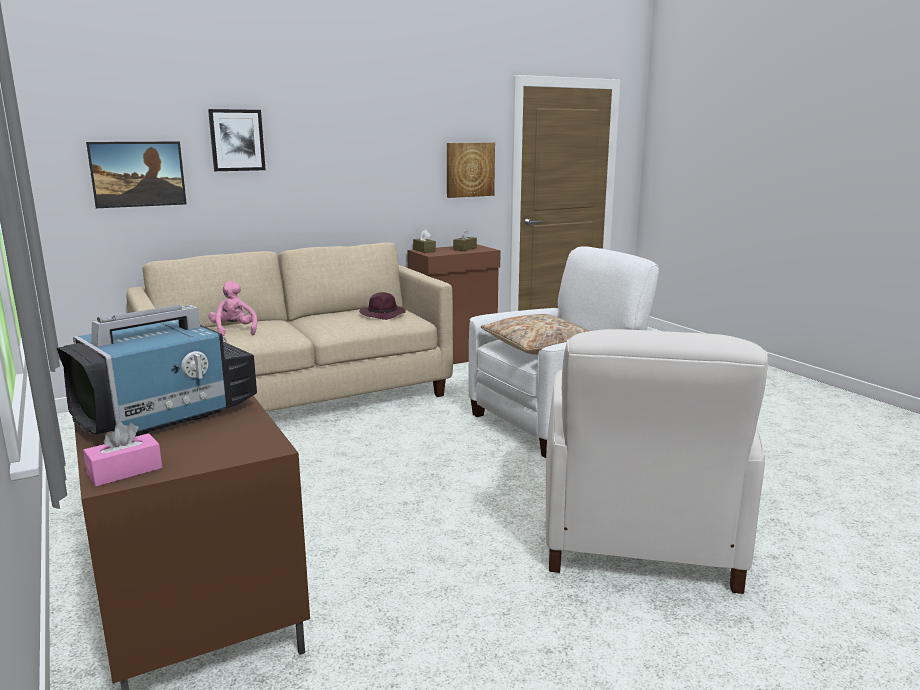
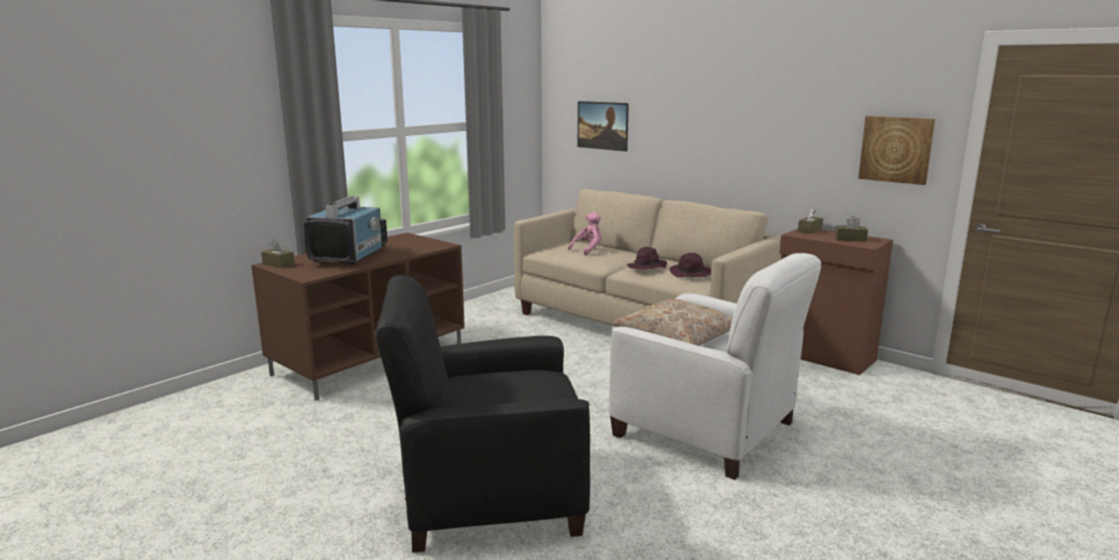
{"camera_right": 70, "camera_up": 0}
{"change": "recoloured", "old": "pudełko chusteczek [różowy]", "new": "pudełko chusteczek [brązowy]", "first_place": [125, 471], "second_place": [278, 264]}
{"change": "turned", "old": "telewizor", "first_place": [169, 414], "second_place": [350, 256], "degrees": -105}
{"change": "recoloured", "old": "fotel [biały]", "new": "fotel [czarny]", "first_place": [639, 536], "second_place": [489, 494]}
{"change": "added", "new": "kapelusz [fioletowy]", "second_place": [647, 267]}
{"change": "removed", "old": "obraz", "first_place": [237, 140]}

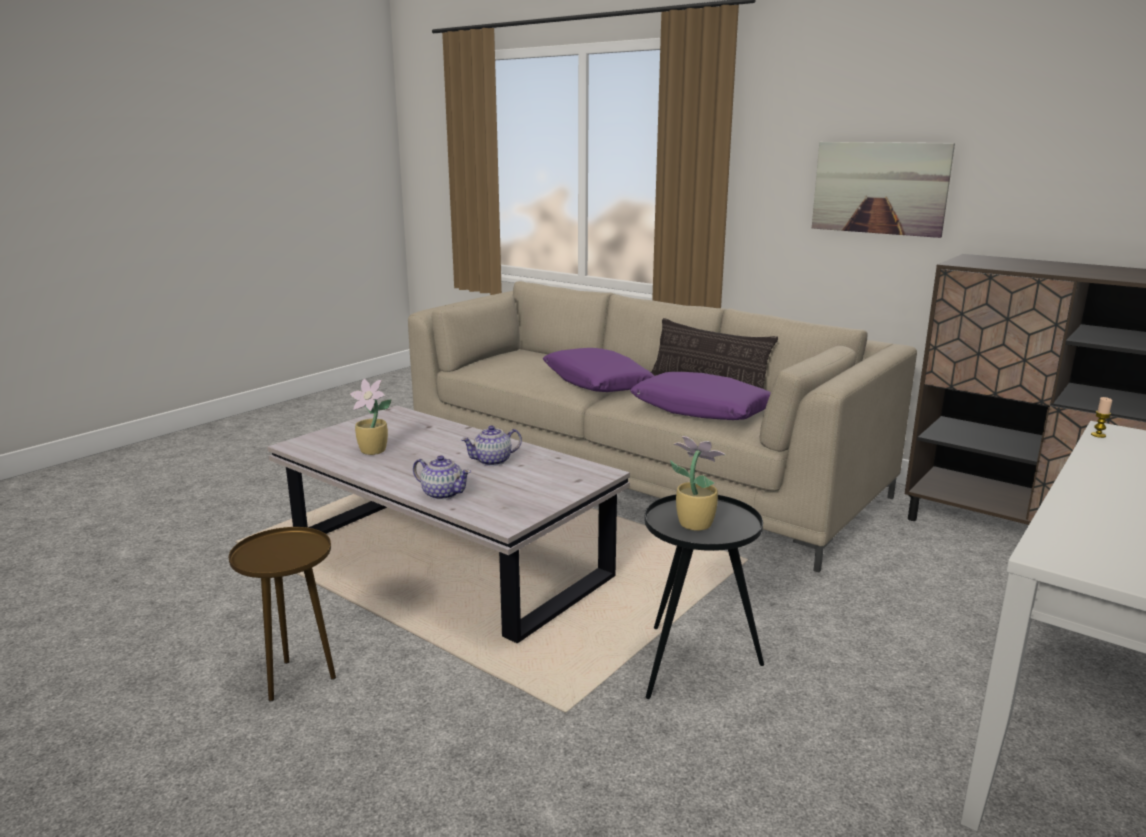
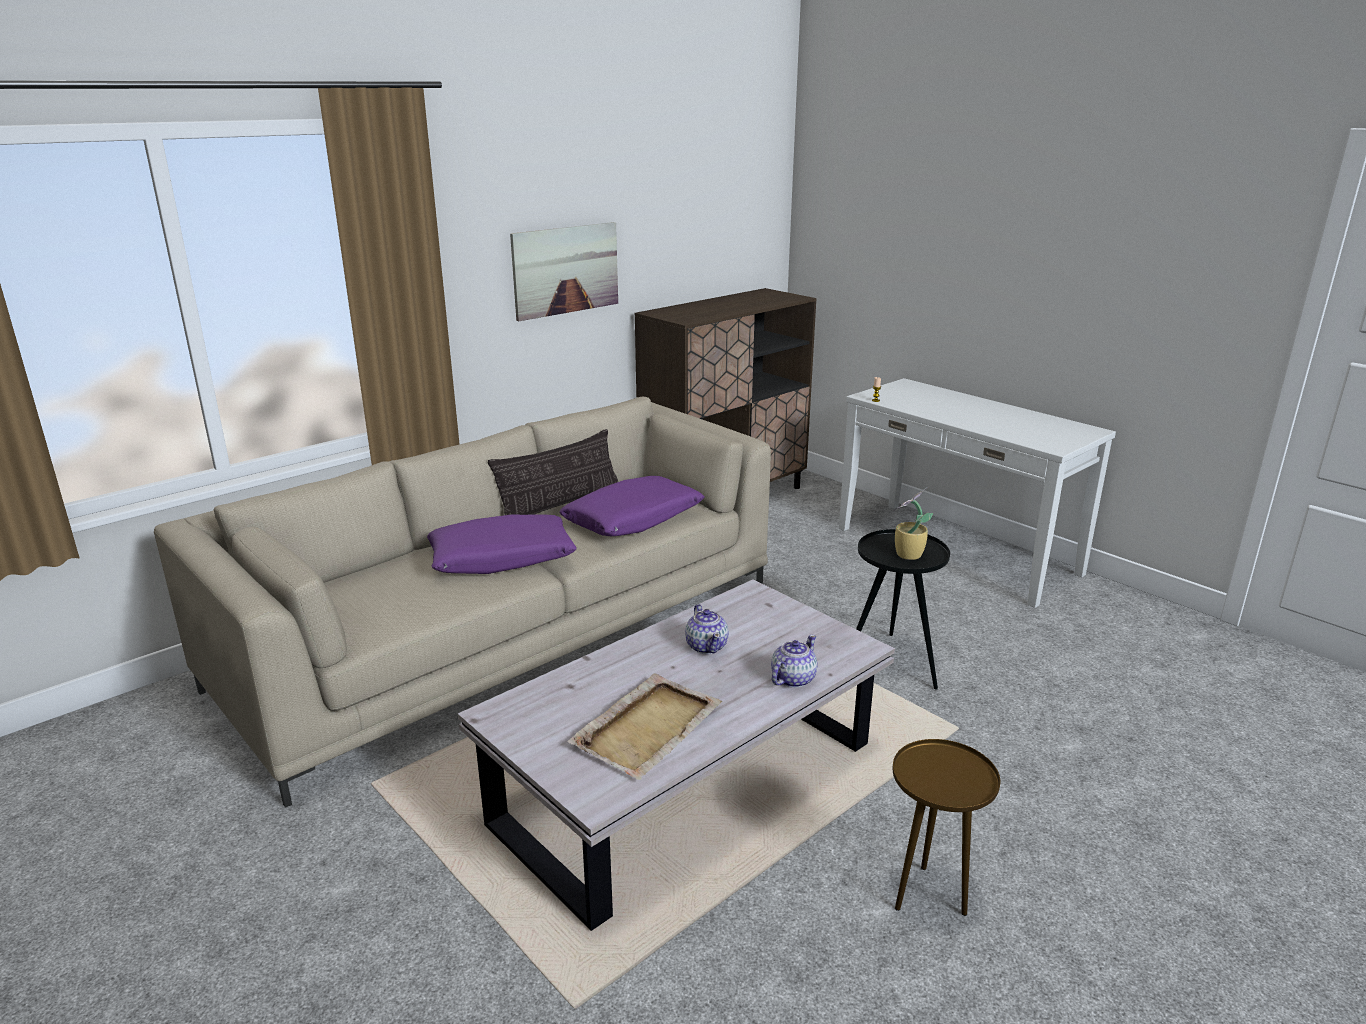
{"camera_right": -80, "camera_up": 5}
{"change": "replaced", "old": "roślina doniczkowa", "new": "taca [beżowy]", "first_place": [374, 451], "second_place": [648, 727]}

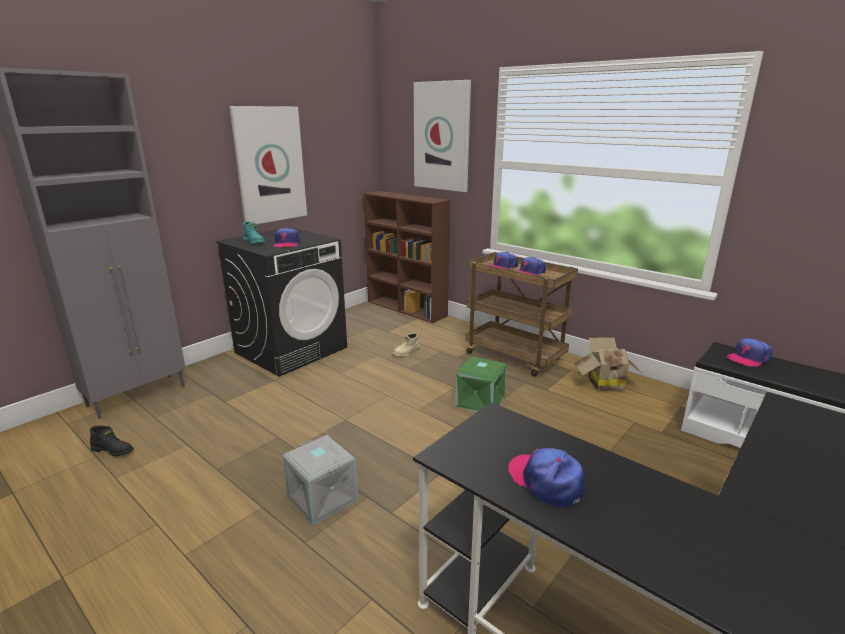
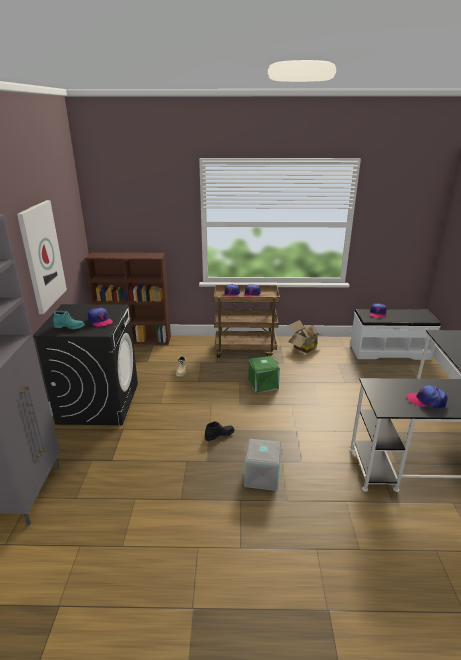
{"camera_right": -40, "camera_up": 5}
{"change": "moved", "old": "but z cholewką [czarny]", "first_place": [113, 450], "second_place": [219, 434]}
{"change": "removed", "old": "obraz", "first_place": [442, 136]}

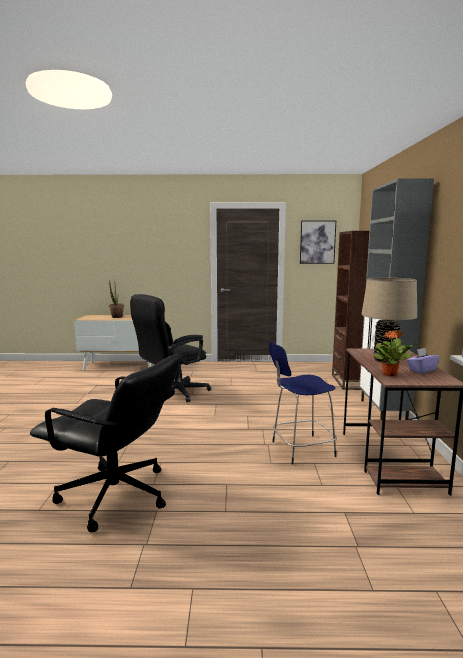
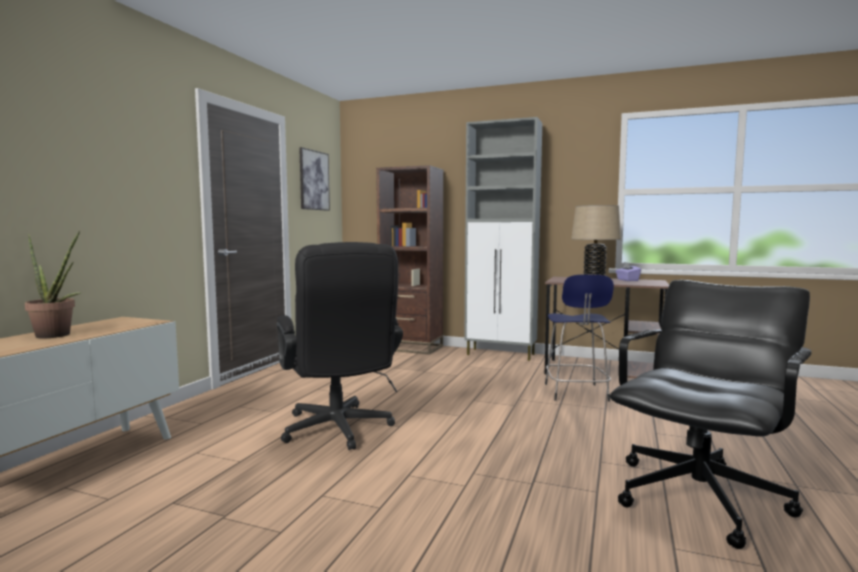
{"camera_right": -70, "camera_up": -5}
{"change": "removed", "old": "roślina doniczkowa", "first_place": [390, 374]}

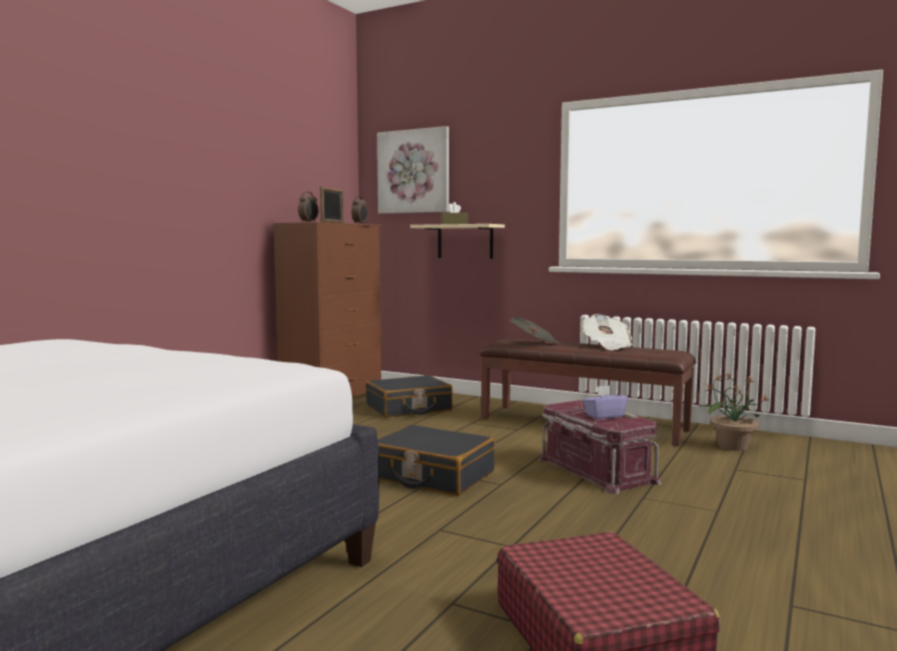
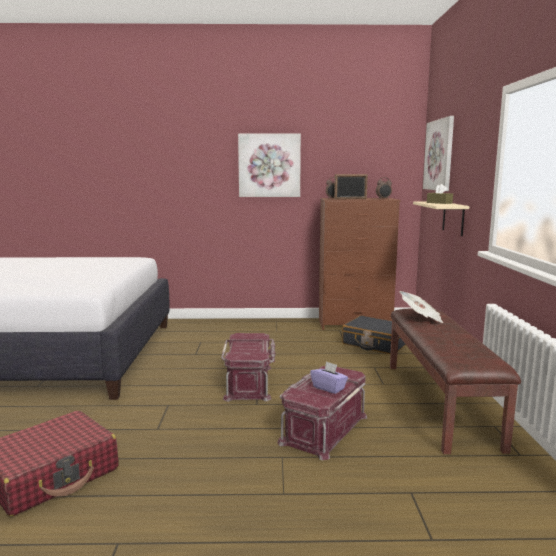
{"camera_right": 60, "camera_up": 5}
{"change": "replaced", "old": "walizka [czarny]", "new": "pojemnik do przechowywania [czerwony]", "first_place": [432, 476], "second_place": [250, 383]}
{"change": "added", "new": "obraz", "second_place": [269, 165]}
{"change": "removed", "old": "gazeta", "first_place": [607, 346]}
{"change": "removed", "old": "roślina doniczkowa", "first_place": [731, 446]}

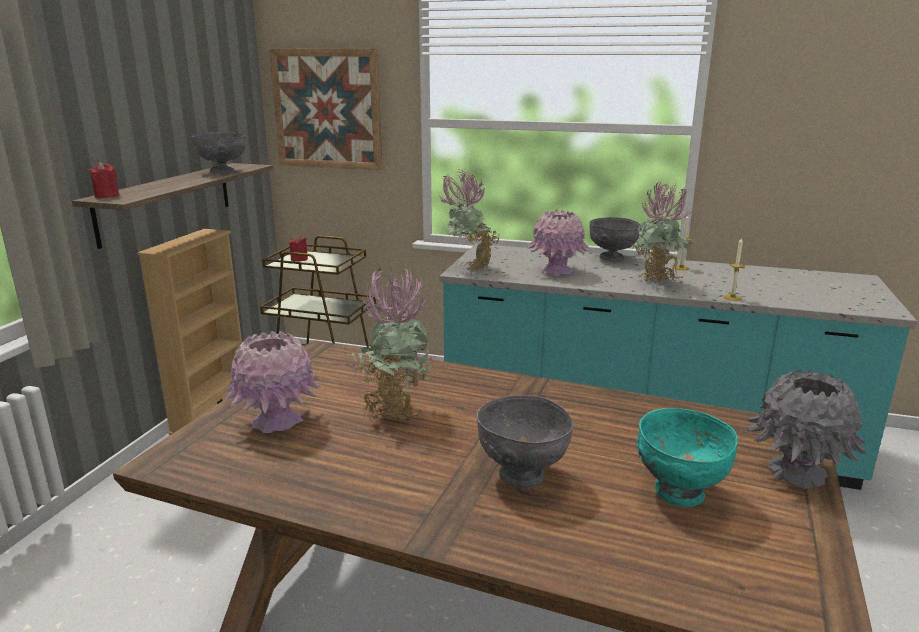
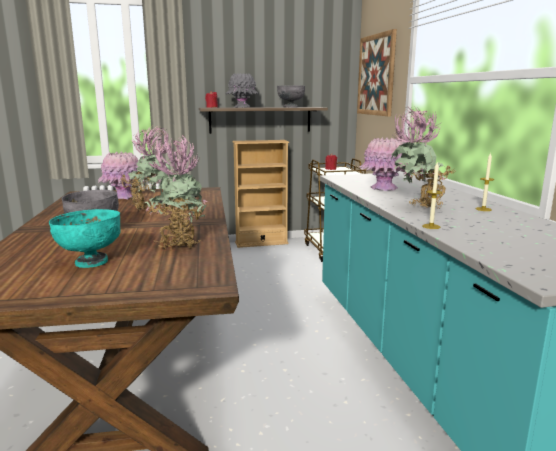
{"camera_right": 60, "camera_up": -5}
{"change": "moved", "old": "roślina doniczkowa", "first_place": [468, 268], "second_place": [179, 243]}
{"change": "moved", "old": "wazon [szary]", "first_place": [796, 472], "second_place": [242, 107]}
{"change": "removed", "old": "miska [szary]", "first_place": [612, 259]}

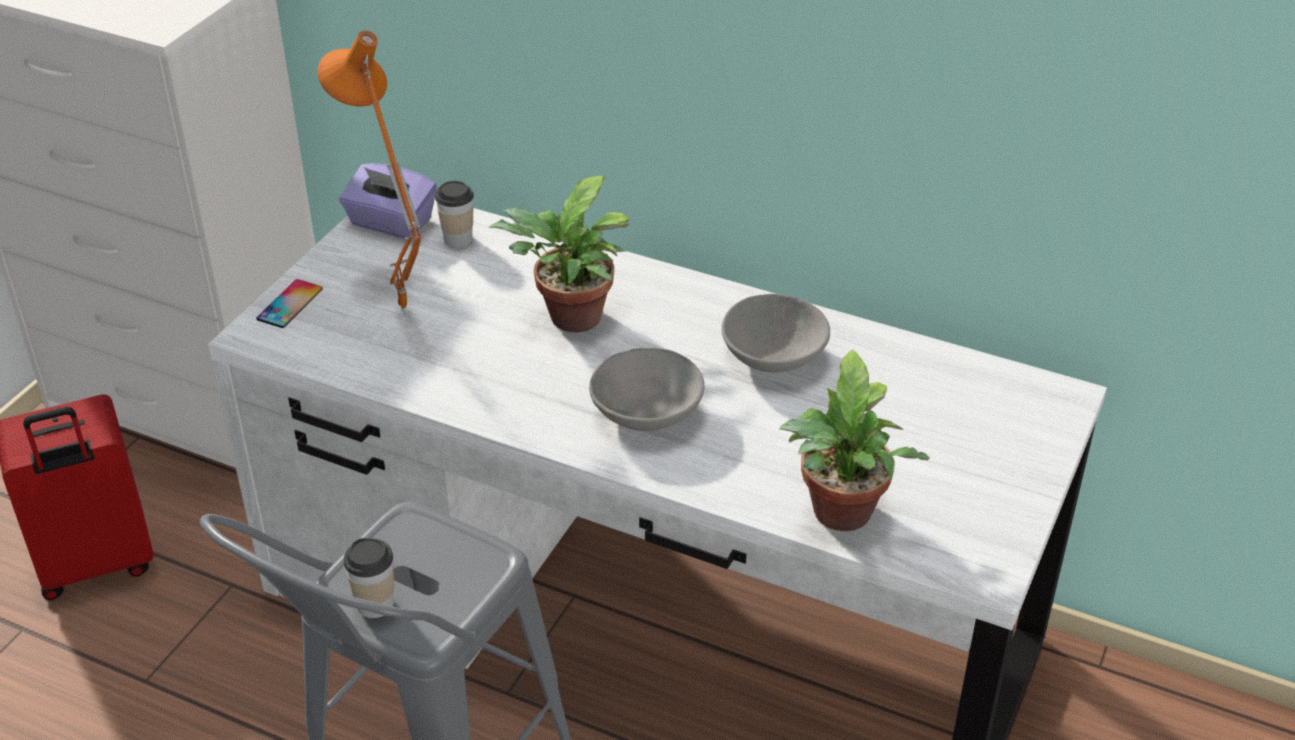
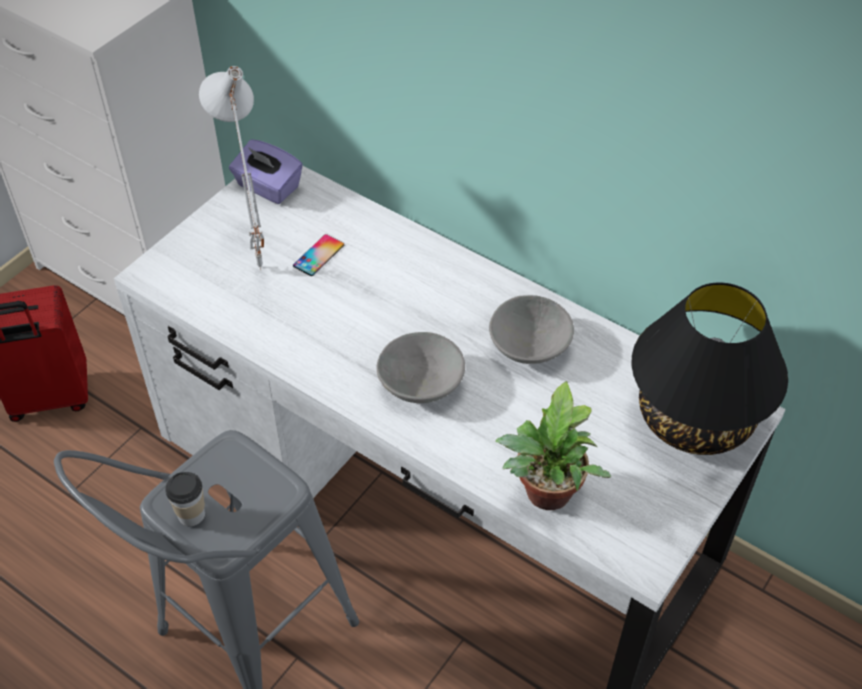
{"camera_right": 10, "camera_up": 10}
{"change": "recoloured", "old": "lampa stołowa [pomarańczowy]", "new": "lampa stołowa [biały]", "first_place": [397, 312], "second_place": [256, 268]}
{"change": "moved", "old": "telefon", "first_place": [290, 304], "second_place": [318, 255]}
{"change": "added", "new": "lampa stołowa [czarny]", "second_place": [694, 417]}
{"change": "removed", "old": "filiżanka", "first_place": [458, 239]}
{"change": "removed", "old": "roślina doniczkowa", "first_place": [570, 320]}

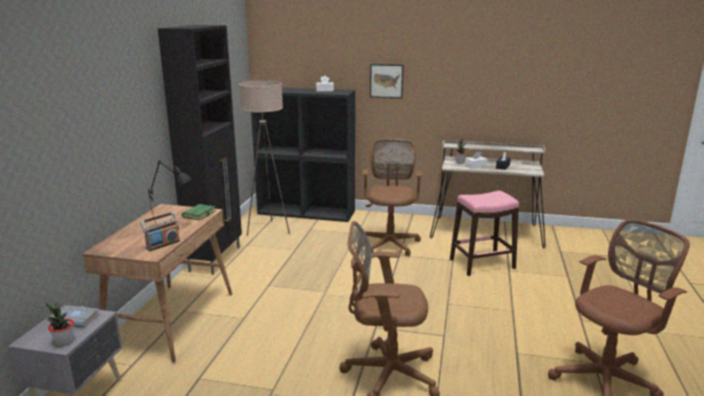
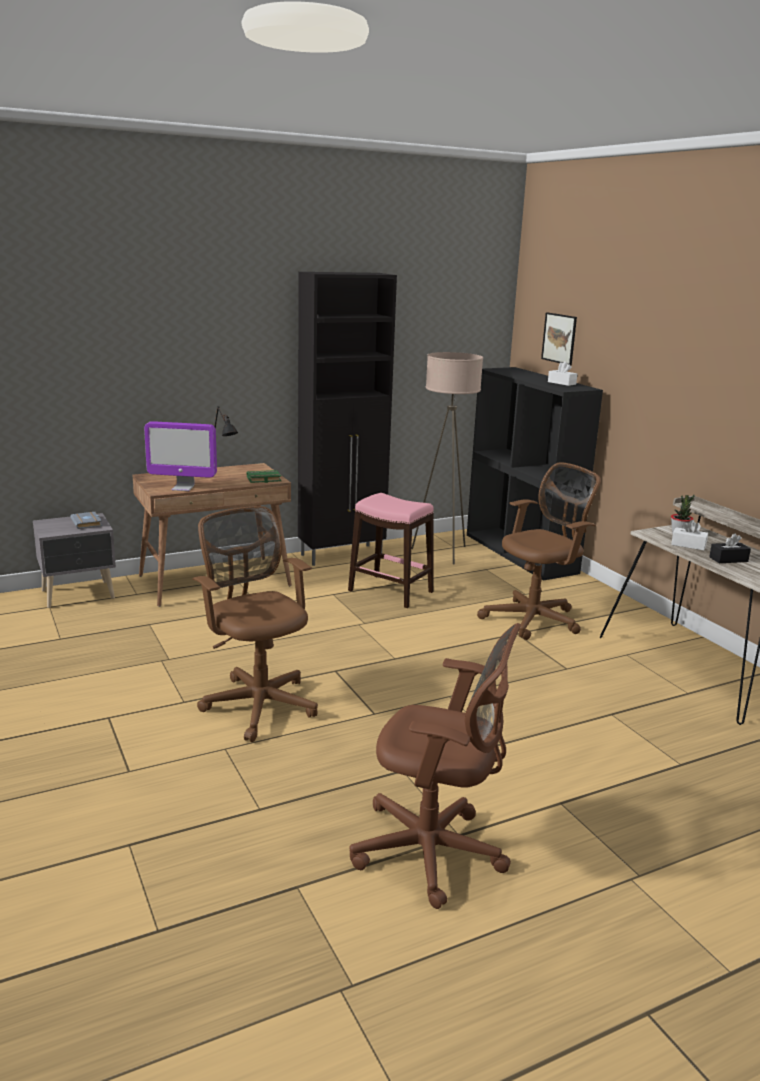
{"camera_right": 50, "camera_up": 0}
{"change": "replaced", "old": "radio", "new": "monitor", "first_place": [163, 244], "second_place": [183, 488]}
{"change": "moved", "old": "stołek [różowy]", "first_place": [482, 264], "second_place": [390, 591]}
{"change": "moved", "old": "obraz", "first_place": [386, 81], "second_place": [559, 338]}
{"change": "removed", "old": "roślina doniczkowa", "first_place": [64, 342]}

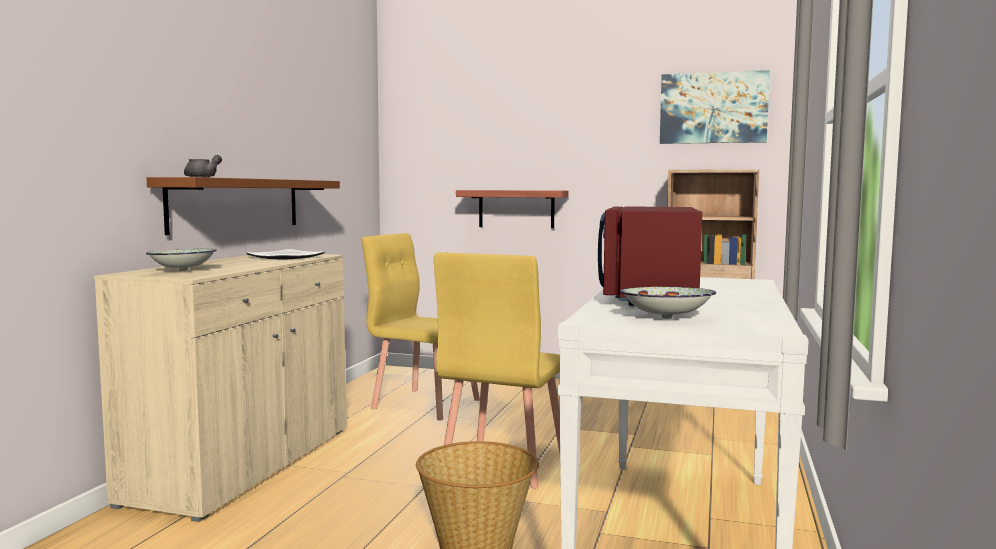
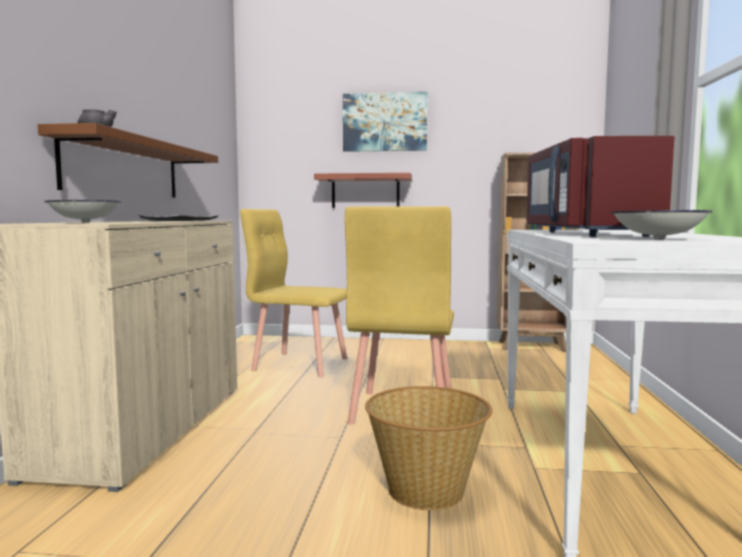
{"camera_right": -10, "camera_up": 0}
{"change": "moved", "old": "obraz", "first_place": [713, 108], "second_place": [385, 122]}

